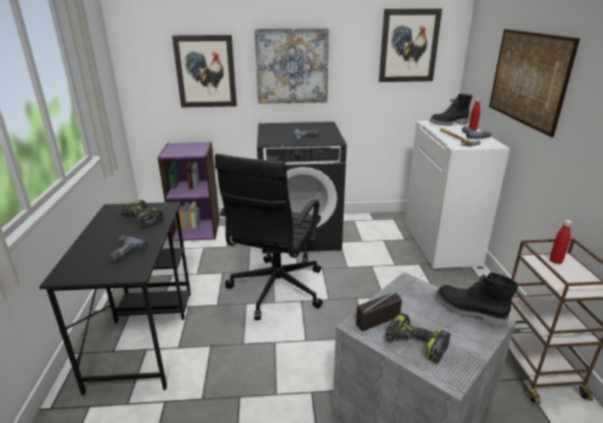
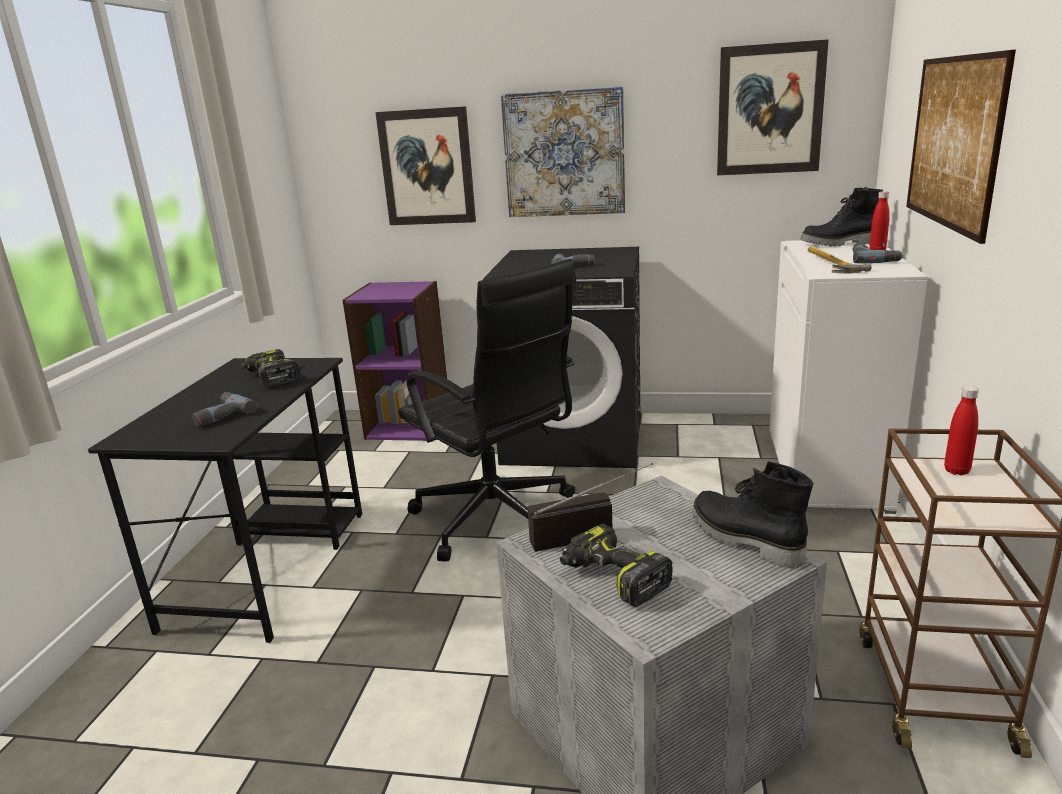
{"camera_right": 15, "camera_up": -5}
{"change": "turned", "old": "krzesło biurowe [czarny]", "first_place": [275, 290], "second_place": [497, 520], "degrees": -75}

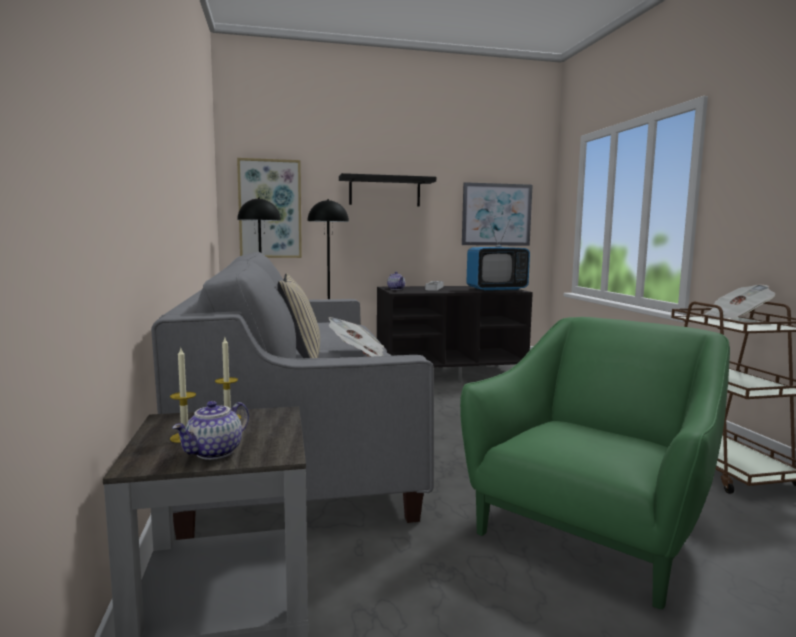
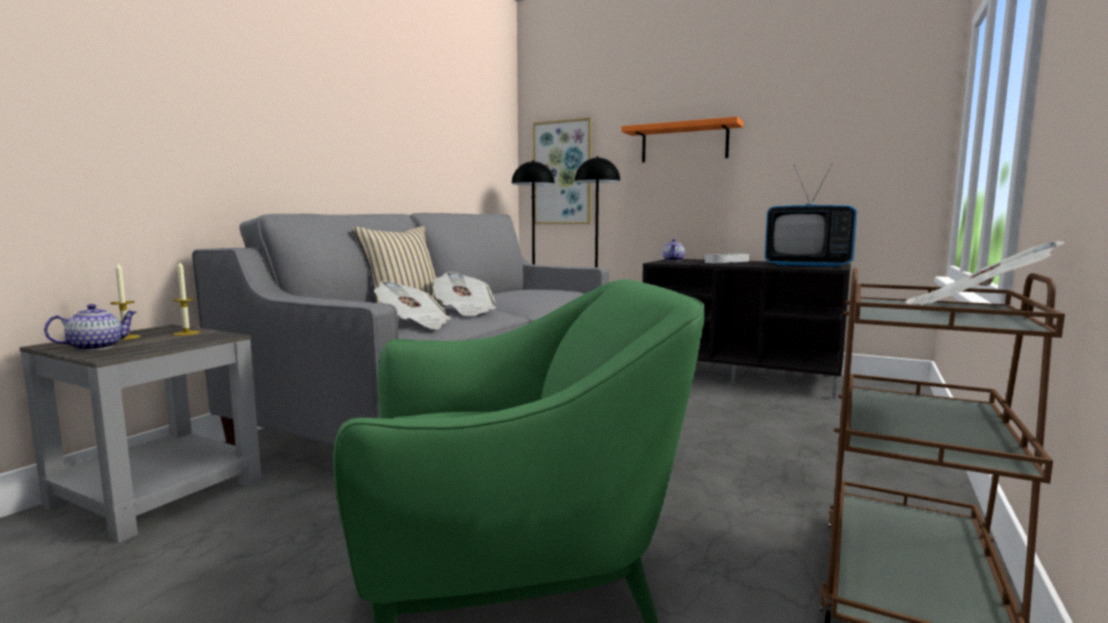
{"camera_right": 40, "camera_up": 0}
{"change": "turned", "old": "imbryk", "first_place": [215, 453], "second_place": [96, 347], "degrees": 150}
{"change": "recoloured", "old": "półka [czarny]", "new": "półka [pomarańczowy]", "first_place": [384, 191], "second_place": [684, 143]}
{"change": "removed", "old": "obraz", "first_place": [496, 214]}

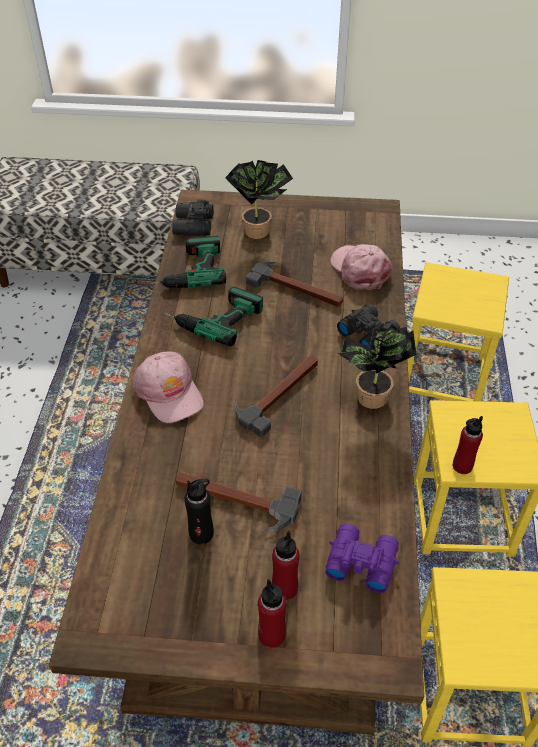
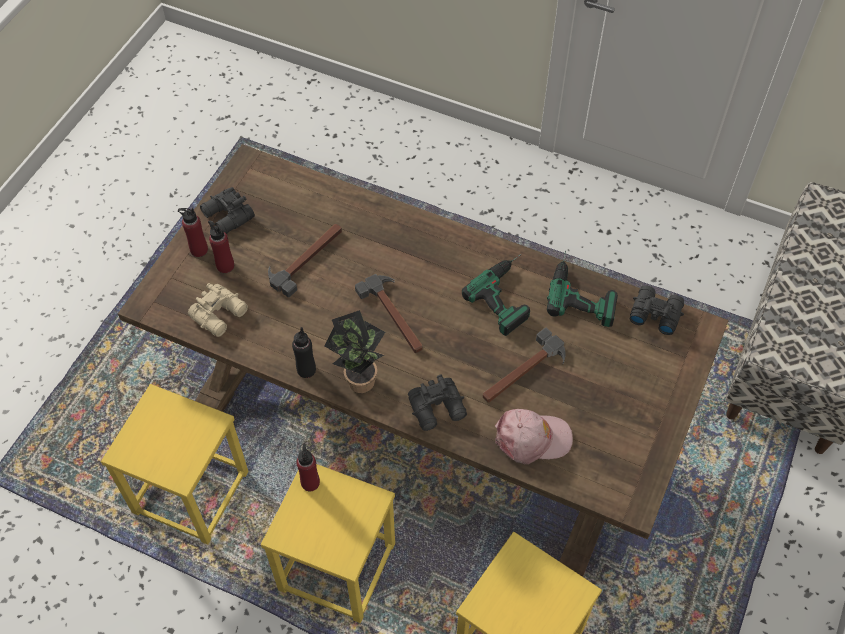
{"camera_right": 110, "camera_up": 10}
{"change": "recoloured", "old": "lornetka [fioletowy]", "new": "lornetka [beżowy]", "first_place": [360, 561], "second_place": [220, 314]}
{"change": "added", "new": "lornetka [czarny]", "second_place": [228, 217]}
{"change": "moved", "old": "butelka [czarny]", "first_place": [201, 533], "second_place": [306, 370]}
{"change": "removed", "old": "czapka z daszkiem [różowy]", "first_place": [169, 392]}
{"change": "removed", "old": "roślina doniczkowa", "first_place": [260, 229]}

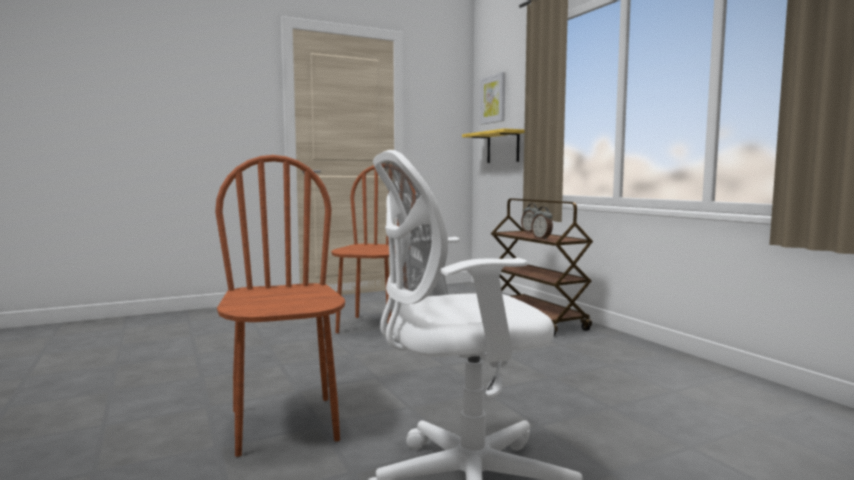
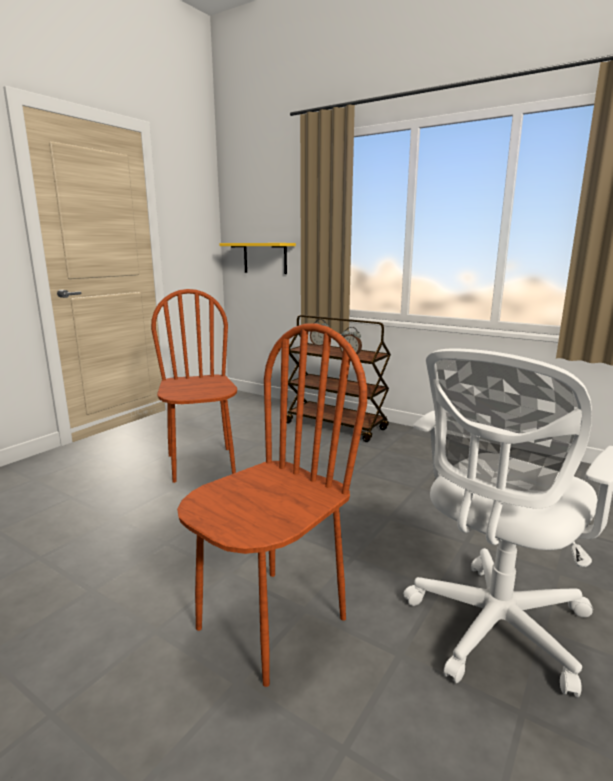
{"camera_right": -30, "camera_up": 10}
{"change": "turned", "old": "krzesło [brązowy]", "first_place": [285, 424], "second_place": [271, 622], "degrees": 90}
{"change": "removed", "old": "obraz", "first_place": [493, 99]}

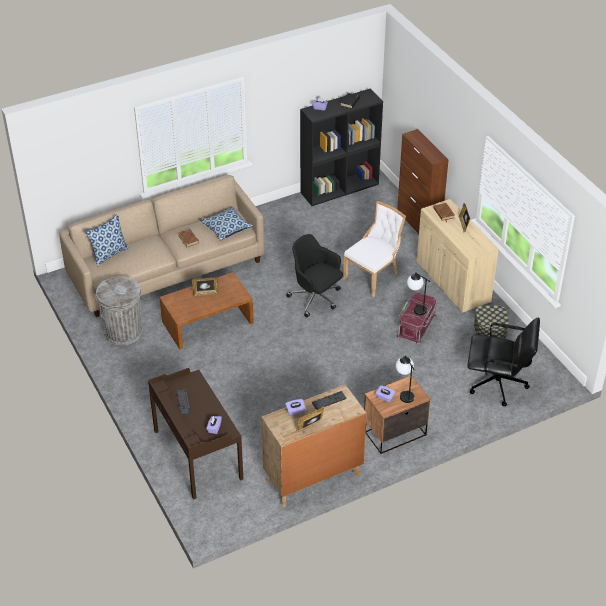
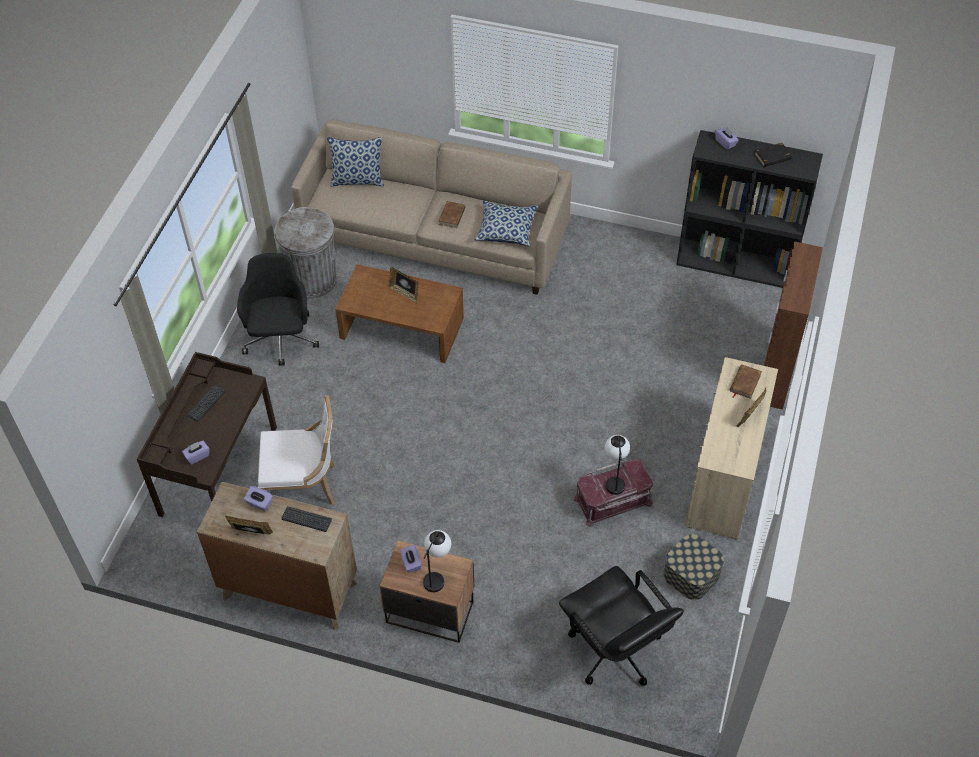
{"camera_right": 45, "camera_up": 10}
{"change": "moved", "old": "krzesło biurowe [czarny]", "first_place": [316, 298], "second_place": [281, 340]}
{"change": "moved", "old": "krzesło [biały]", "first_place": [373, 276], "second_place": [304, 486]}

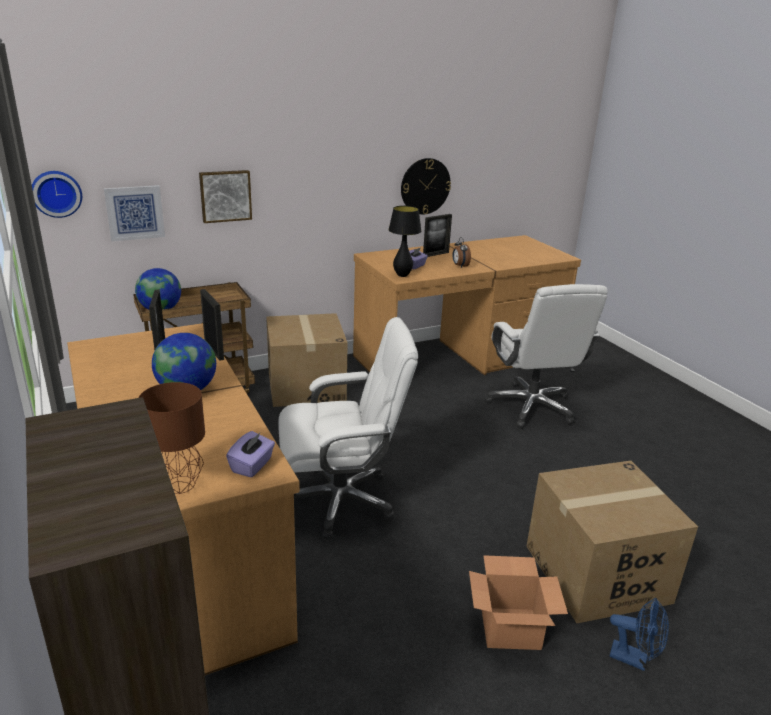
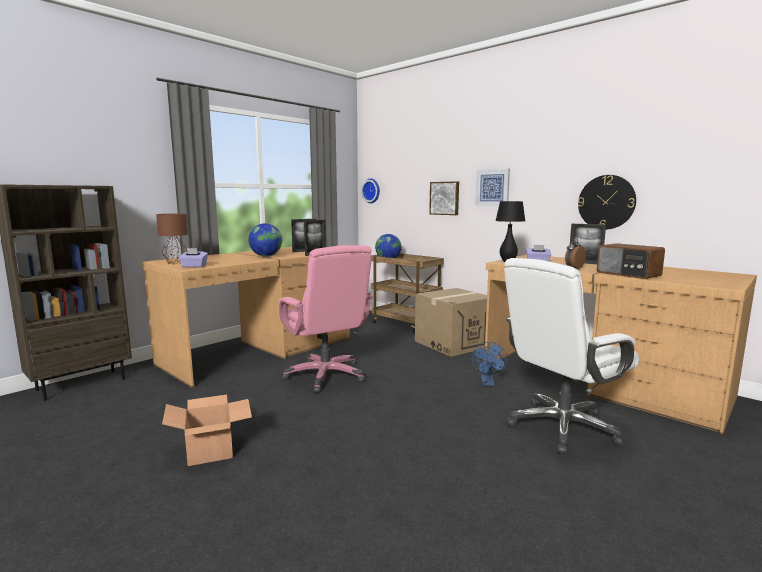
{"camera_right": 70, "camera_up": -15}
{"change": "recoloured", "old": "krzesło biurowe [biały]", "new": "krzesło biurowe [różowy]", "first_place": [341, 501], "second_place": [326, 375]}
{"change": "moved", "old": "wentylator [niebieski]", "first_place": [634, 659], "second_place": [488, 383]}
{"change": "moved", "old": "obraz", "first_place": [135, 212], "second_place": [492, 187]}
{"change": "added", "new": "radio", "second_place": [628, 274]}
{"change": "removed", "old": "karton", "first_place": [596, 574]}

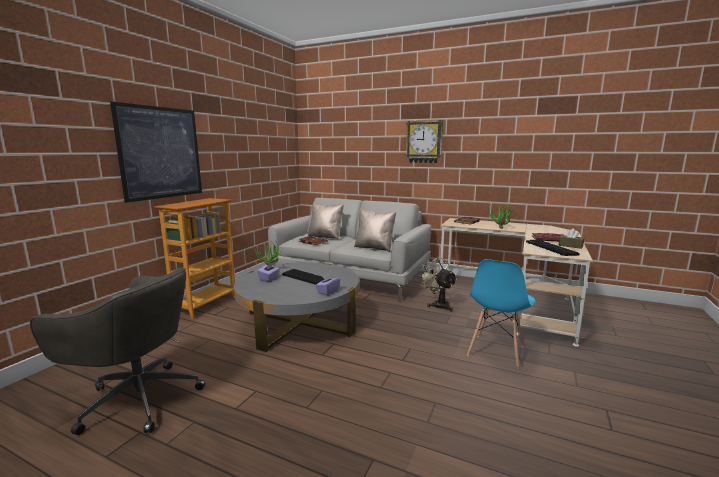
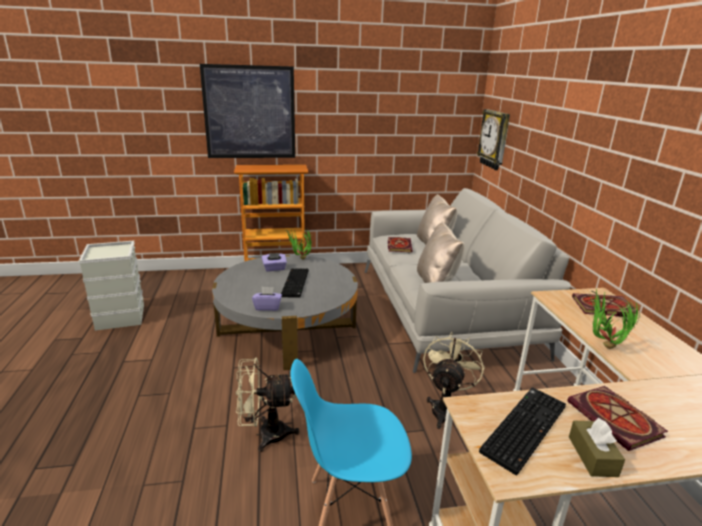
{"camera_right": 55, "camera_up": 10}
{"change": "replaced", "old": "krzesło biurowe [szary]", "new": "pojemnik do przechowywania [szary]", "first_place": [138, 398], "second_place": [120, 317]}
{"change": "added", "new": "wentylator [beżowy]", "second_place": [265, 434]}
{"change": "moved", "old": "zegar ścienny", "first_place": [424, 142], "second_place": [494, 139]}

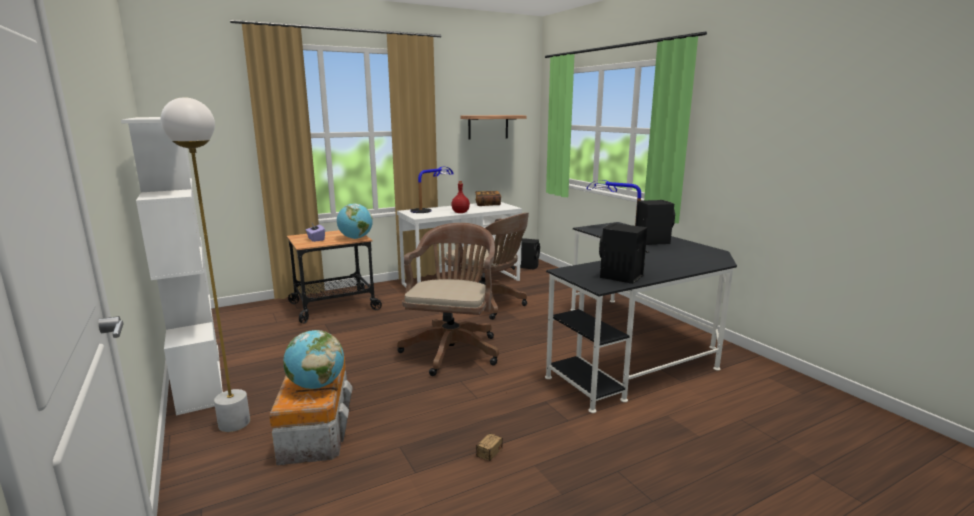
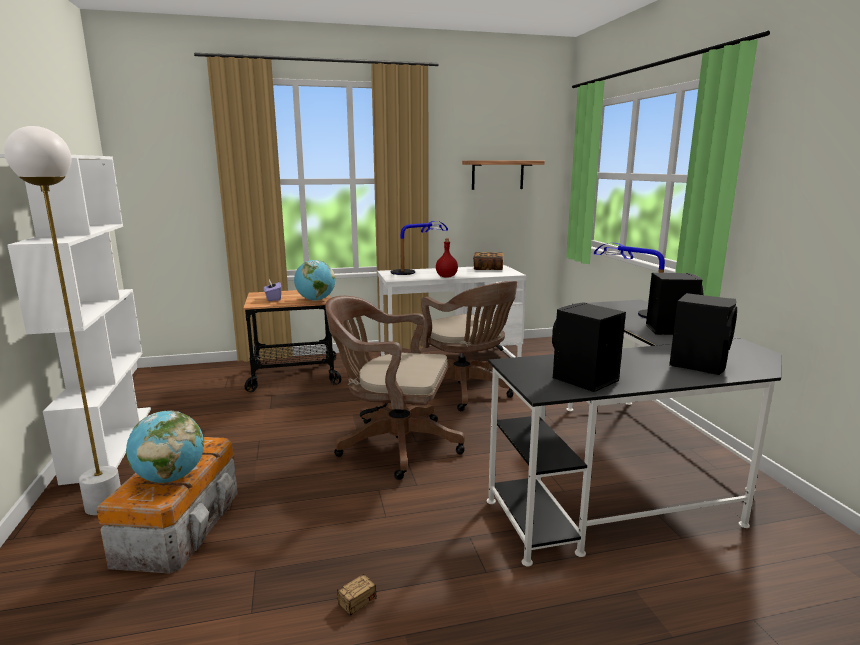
{"camera_right": 15, "camera_up": 0}
{"change": "turned", "old": "krzesło biurowe [brązowy]", "first_place": [452, 349], "second_place": [392, 444], "degrees": -105}
{"change": "moved", "old": "głośnik [czarny]", "first_place": [528, 266], "second_place": [699, 364]}

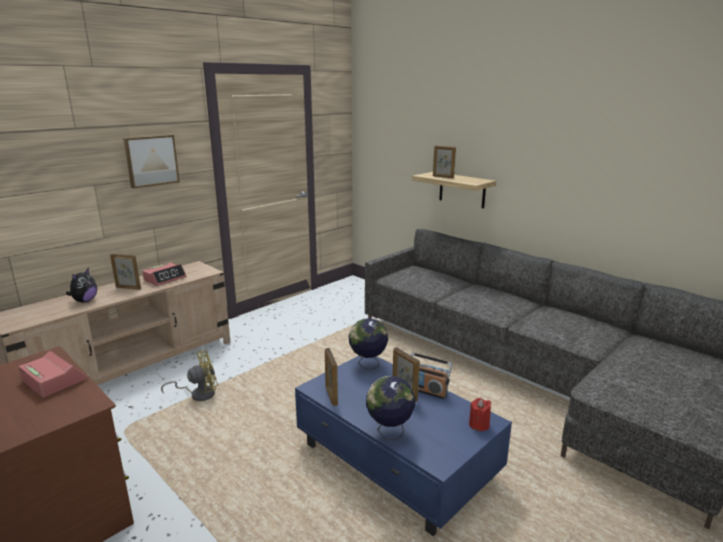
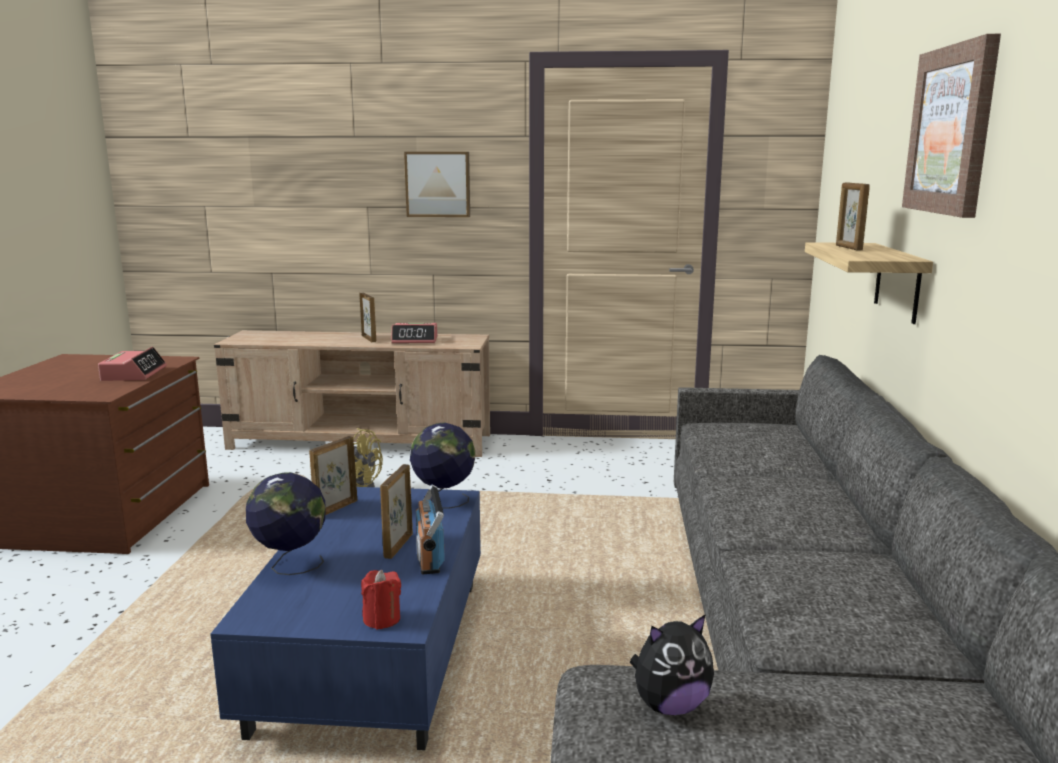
{"camera_right": 50, "camera_up": -5}
{"change": "moved", "old": "pluszak", "first_place": [85, 301], "second_place": [670, 705]}
{"change": "added", "new": "obraz", "second_place": [951, 130]}

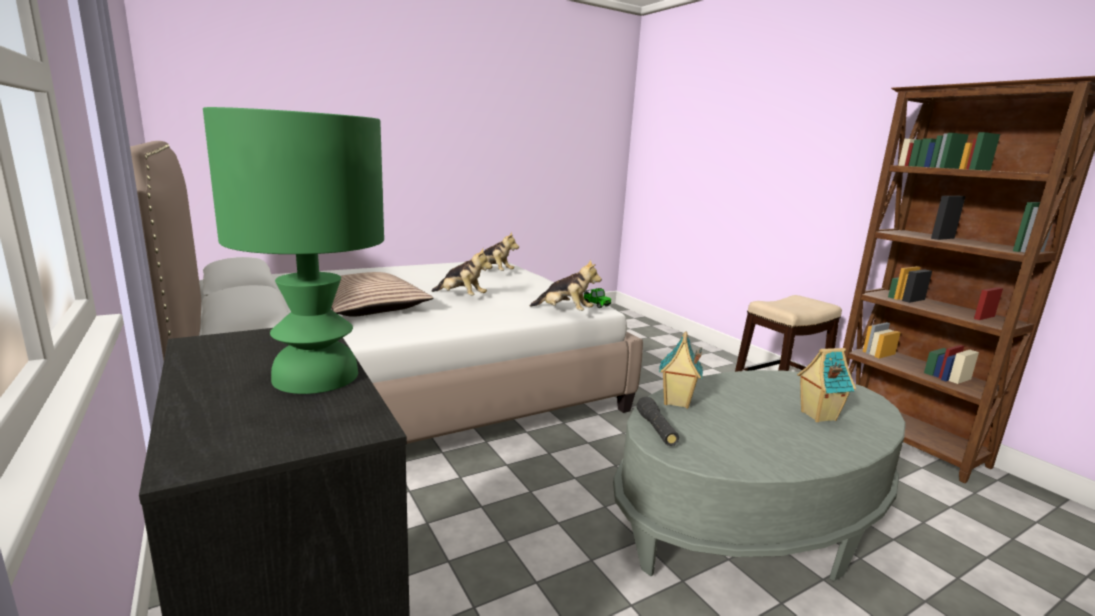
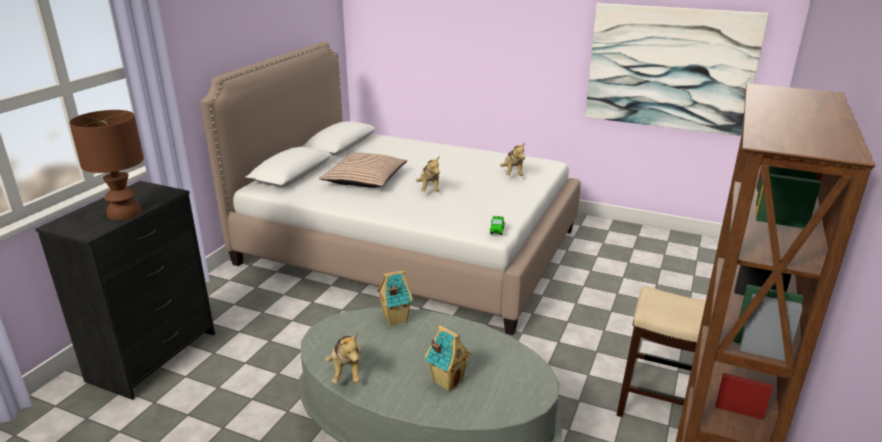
{"camera_right": 55, "camera_up": 10}
{"change": "recoloured", "old": "lampa stołowa [zielony]", "new": "lampa stołowa [brązowy]", "first_place": [314, 376], "second_place": [125, 212]}
{"change": "moved", "old": "pluszak", "first_place": [564, 311], "second_place": [347, 371]}
{"change": "added", "new": "obraz", "second_place": [669, 68]}
{"change": "removed", "old": "latarka [czarny]", "first_place": [656, 429]}

